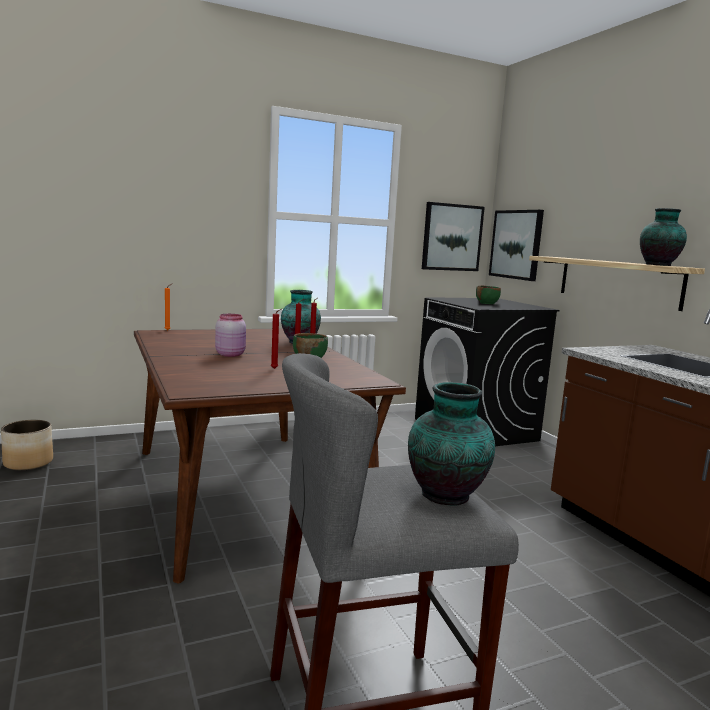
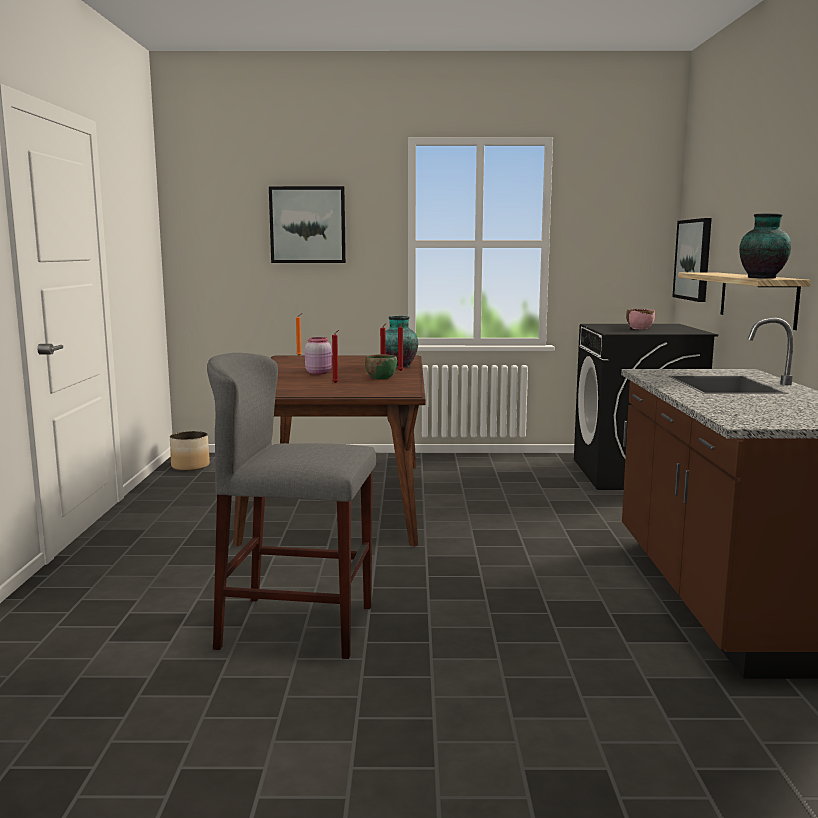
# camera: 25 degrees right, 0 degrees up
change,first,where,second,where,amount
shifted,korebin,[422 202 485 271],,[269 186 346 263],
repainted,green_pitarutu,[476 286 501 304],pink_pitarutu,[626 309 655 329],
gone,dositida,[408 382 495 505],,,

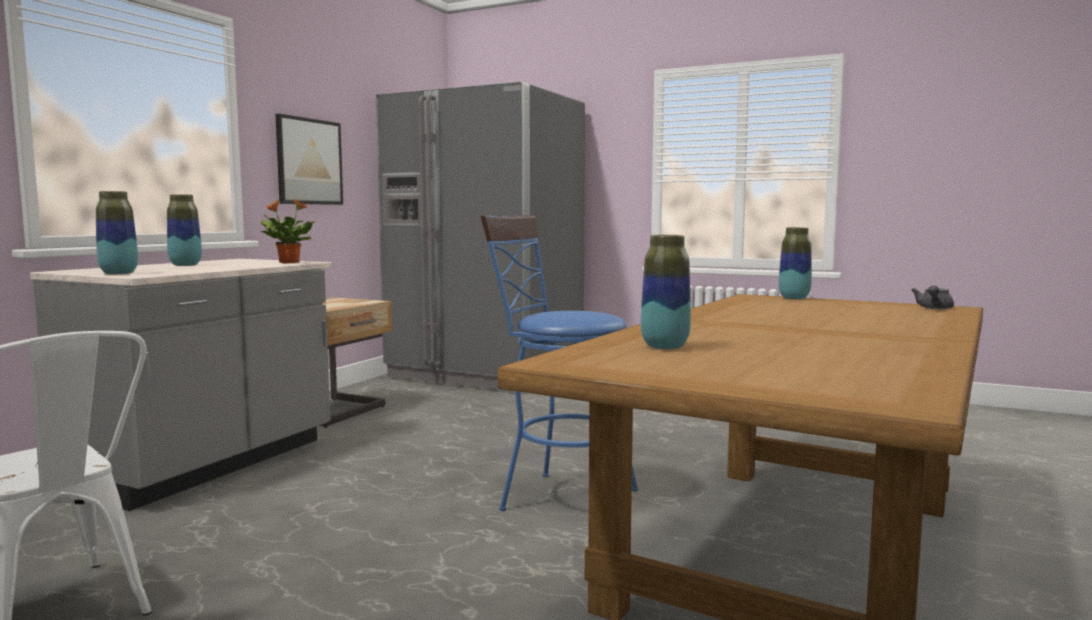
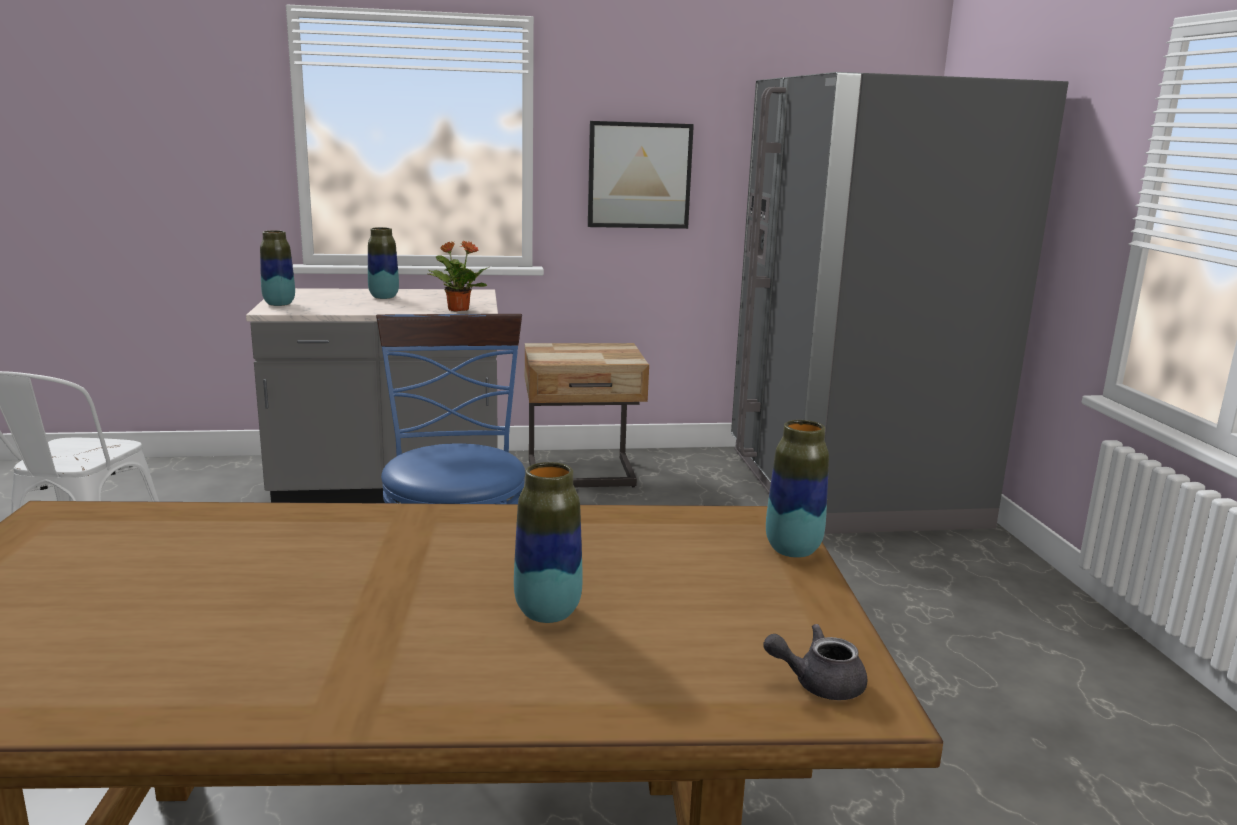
# camera: 55 degrees right, 10 degrees up
change,first,where,second,where,amount
shifted,dositida,[641 235 691 349],,[514 462 583 623],

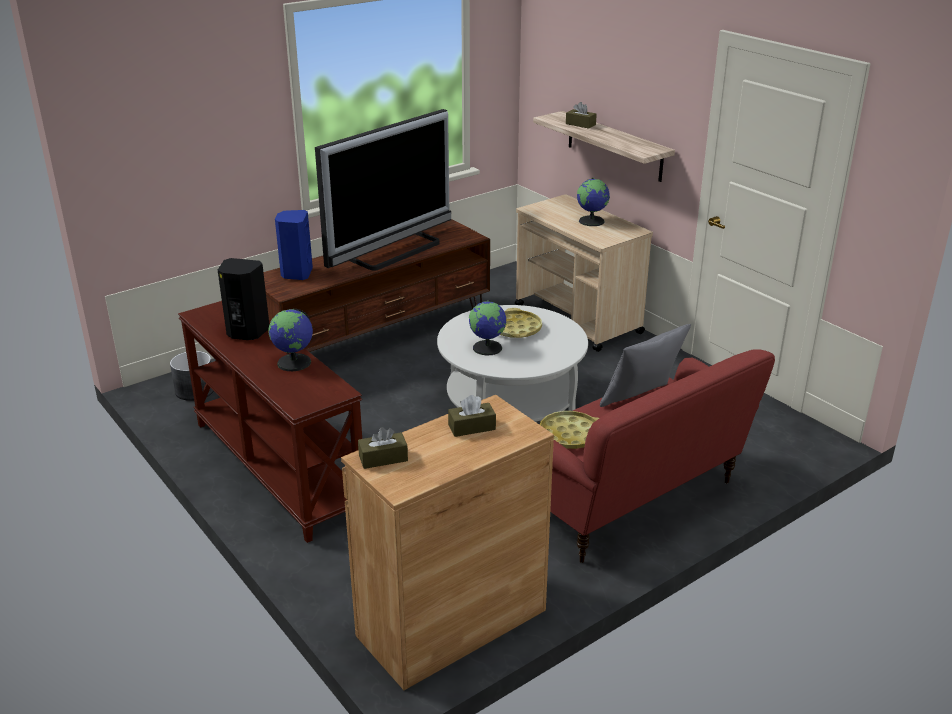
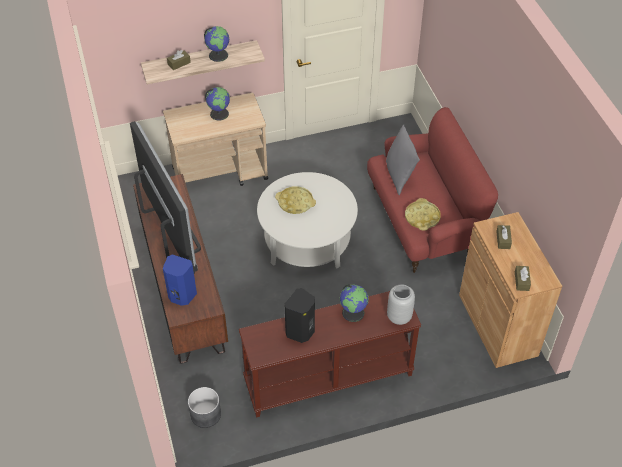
# camera: 70 degrees left, 20 degrees up
change,first,where,second,where,amount
shifted,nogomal,[469 300 506 355],,[204 26 229 62],
new,,,grey_dositida,[387 284 415 325],

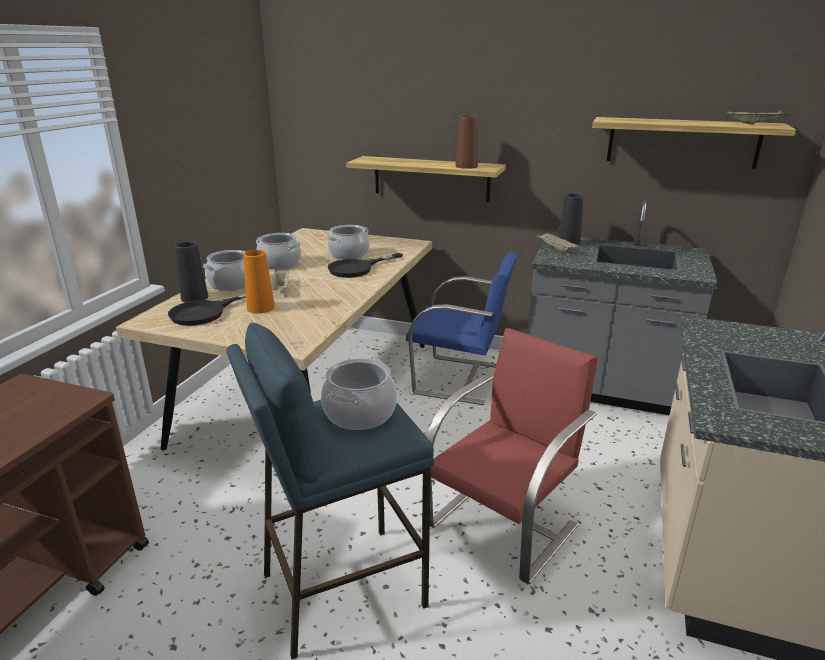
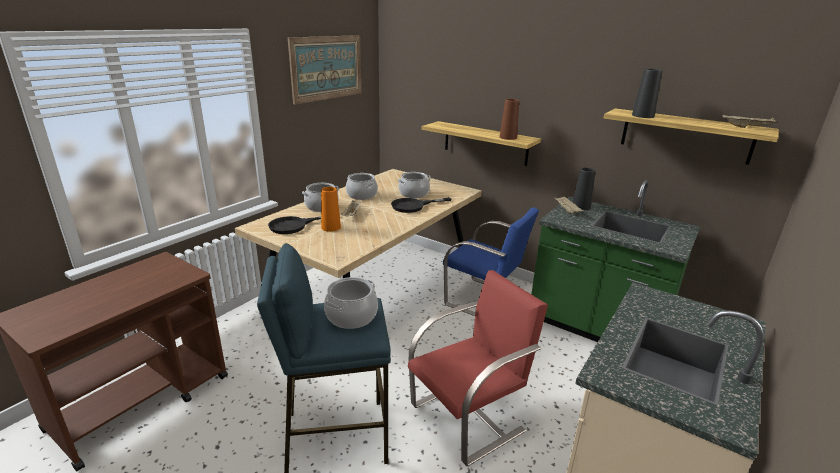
# camera: 15 degrees right, 0 degrees up
change,first,where,second,where,amount
new,,,korebin,[288 35 361 104],
repainted,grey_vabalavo,[528 200 718 415],green_vabalavo,[531 180 700 342],
shifted,black_dositida,[175 242 208 302],,[632 69 662 118],

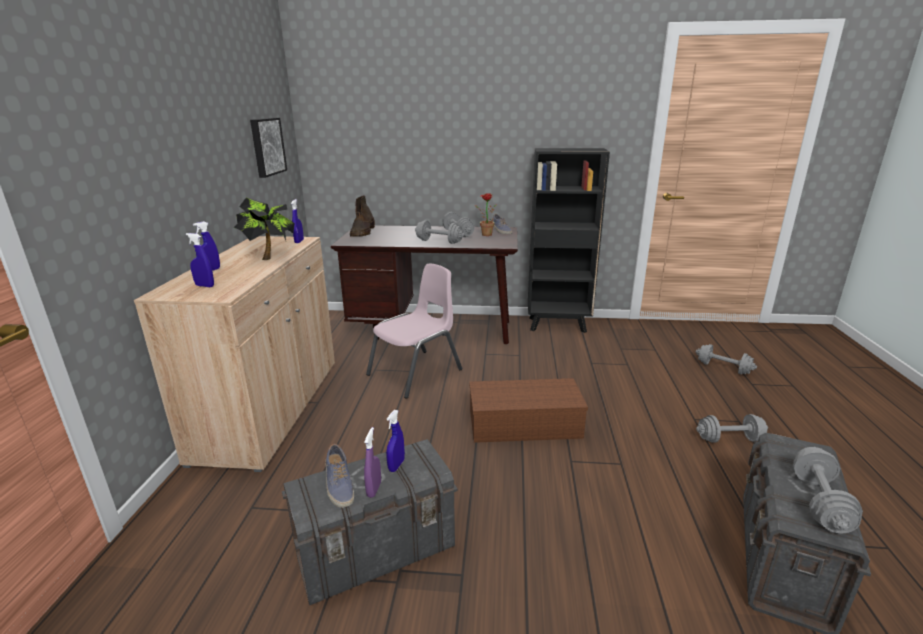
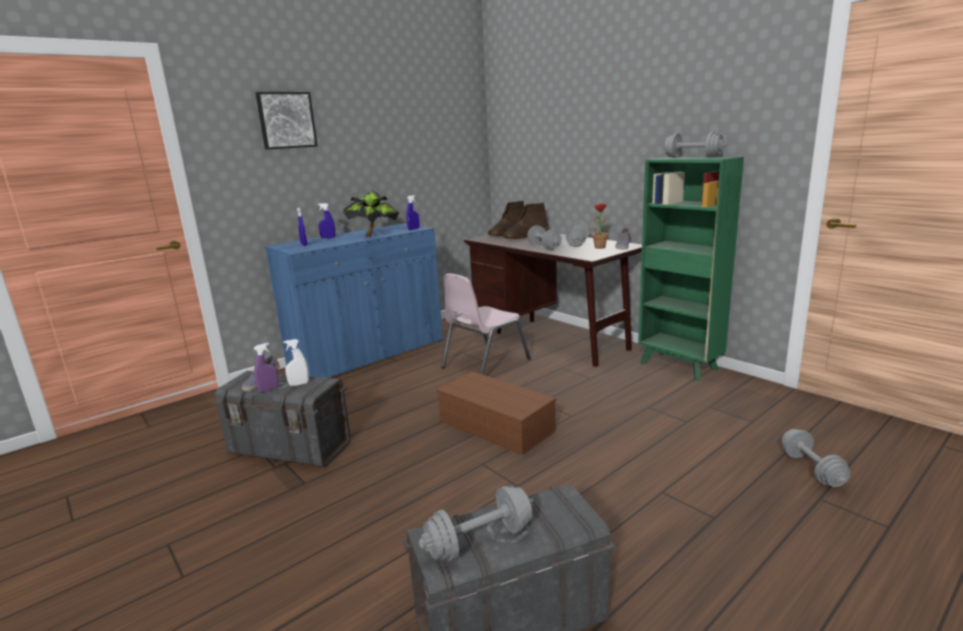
# camera: 45 degrees right, 5 degrees down
change,first,where,second,where,amount
shifted,korebin,[250 118 287 178],,[255 92 318 150],
repainted,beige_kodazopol,[134 236 335 472],blue_kodazopol,[265 223 443 378],
repainted,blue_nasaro,[386 410 405 472],white_nasaro,[283 339 309 386],
rotated,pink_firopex,[366 264 462 399],,[441 273 531 375],135 degrees clockwise
new,,,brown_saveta,[503 203 548 239],
repainted,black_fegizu,[528 148 610 333],green_fegizu,[638 157 744 381],
shifted,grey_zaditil,[696 414 768 443],,[663 132 727 158],

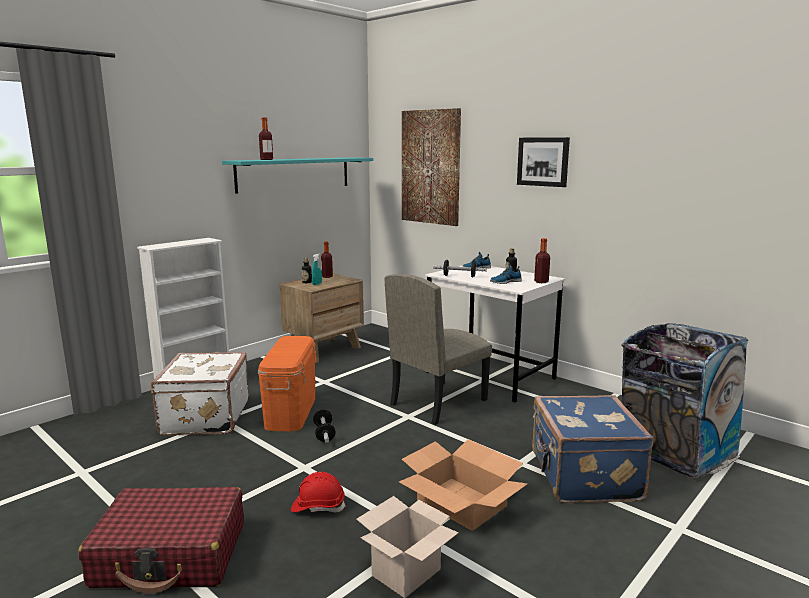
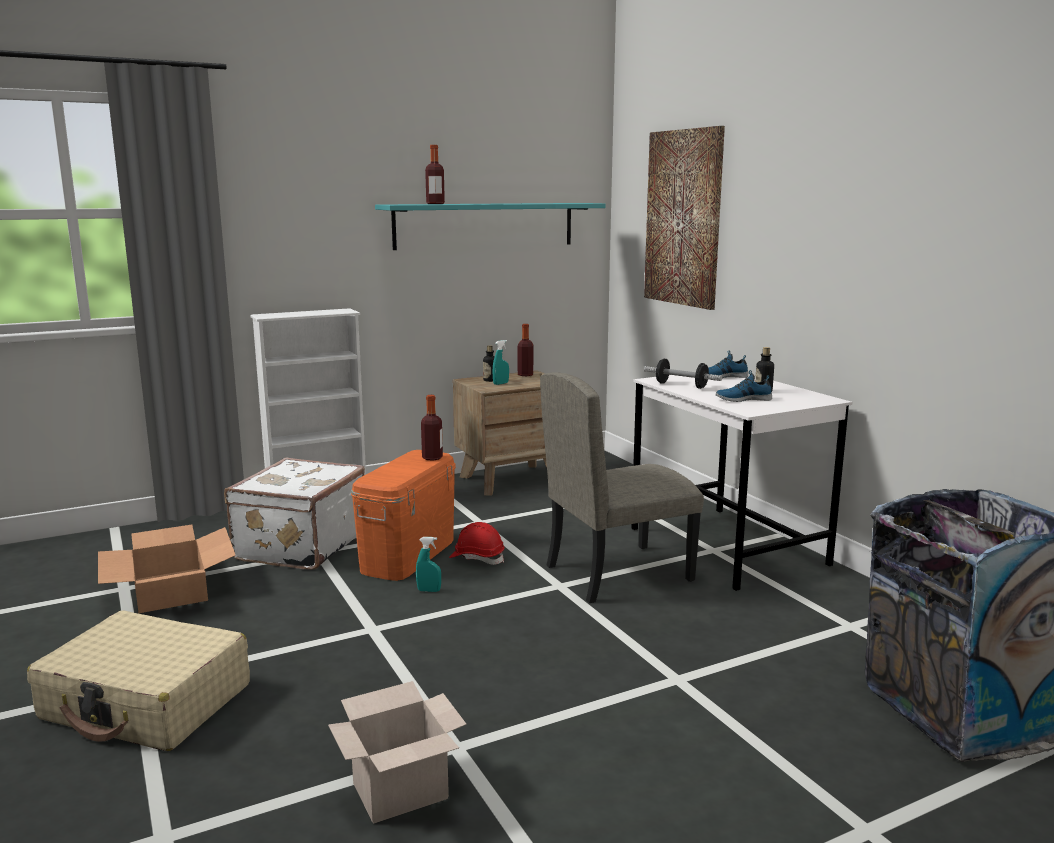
# camera: 20 degrees right, 0 degrees up
change,first,where,second,where,amount
repainted,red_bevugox,[78 487 244 594],beige_bevugox,[27 610 250 751],
shifted,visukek,[399 439 528 531],,[98 525 236 613],
swapped,zaditil,[313 409 336 443],turquoise_nasaro,[416 537 441 592],
shifted,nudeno,[534 238 550 283],,[421 395 443 461],
shifted,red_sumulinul,[291 472 346 512],,[449 522 504 565],
gone,korebin,[517 137 570 187],,,
gone,blue_bevugox,[532 395 654 503],,,

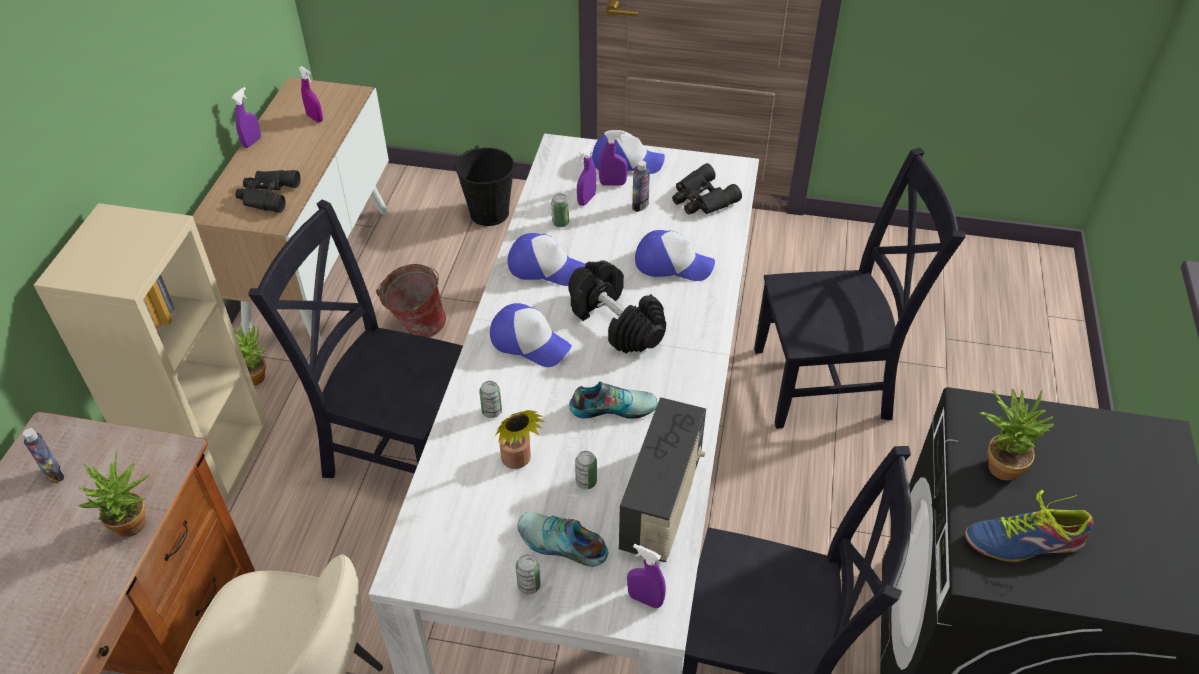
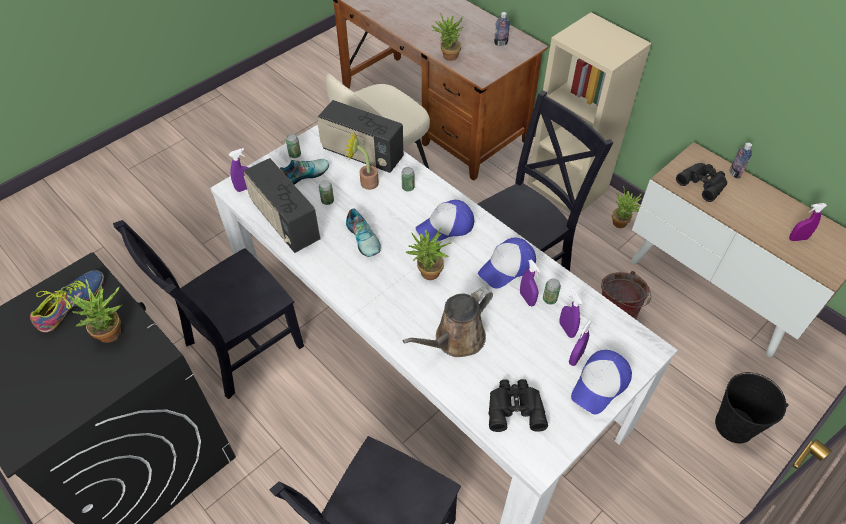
# camera: 125 degrees right, 5 degrees up
change,first,where,second,where,amount
new,,,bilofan,[317 100 404 173],
rotated,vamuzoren,[569 382 657 419],,[346 209 381 257],60 degrees counterclockwise
swapped,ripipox,[635 230 715 281],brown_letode,[403 287 493 357],
swapped,black_zaditil,[568 261 666 353],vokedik,[405 228 451 280],
shifted,purple_nasaro,[232 87 261 148],,[520 260 541 306],
shifted,nudeno,[632 160 650 212],,[729 142 752 179],

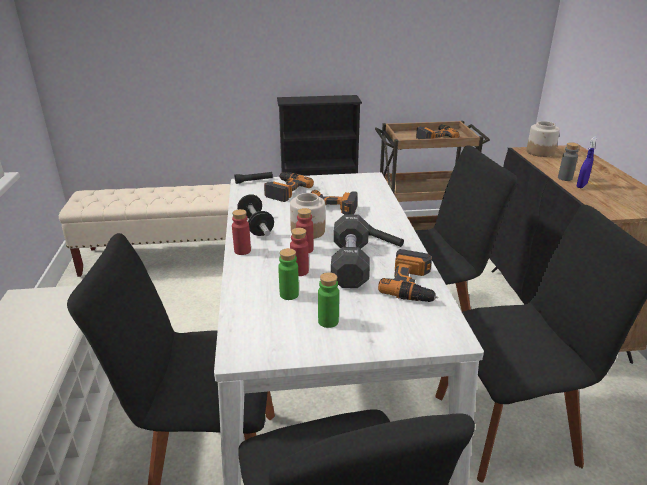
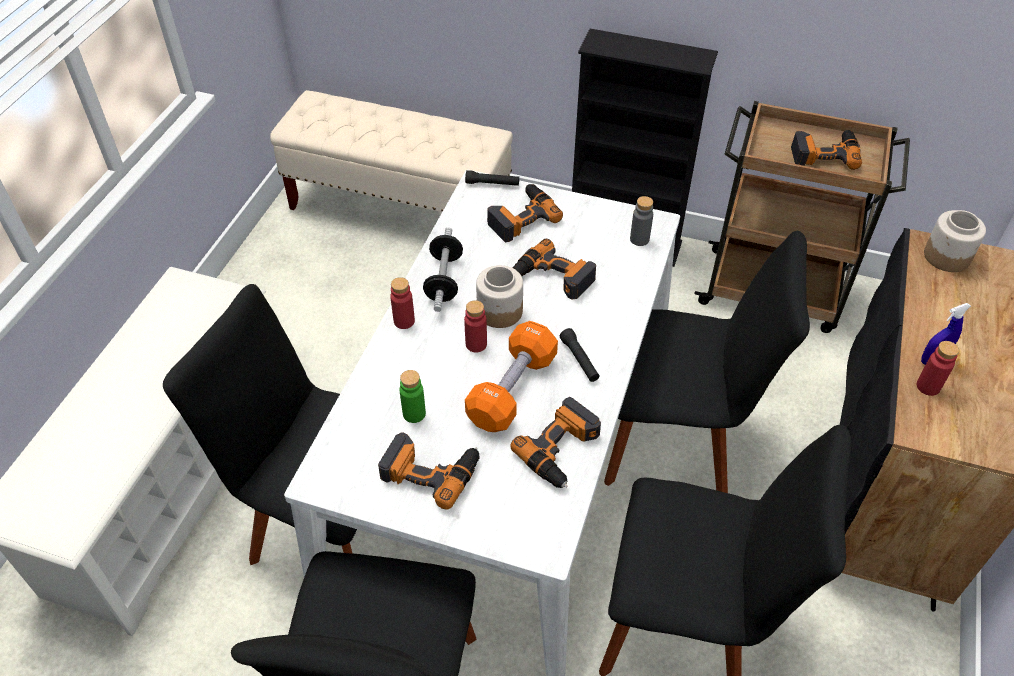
# camera: 25 degrees right, 20 degrees up
change,first,where,second,where,amount
swapped,green_nudeno,[318 272 339 328],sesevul,[378 432 480 510],
repainted,black_zaditil,[331 214 370 288],orange_zaditil,[465 321 558 432],
shifted,grey_nudeno,[558 142 579 181],,[630 196 653 246],
shifted,red_nudeno,[290 228 309 276],,[916 341 959 396],

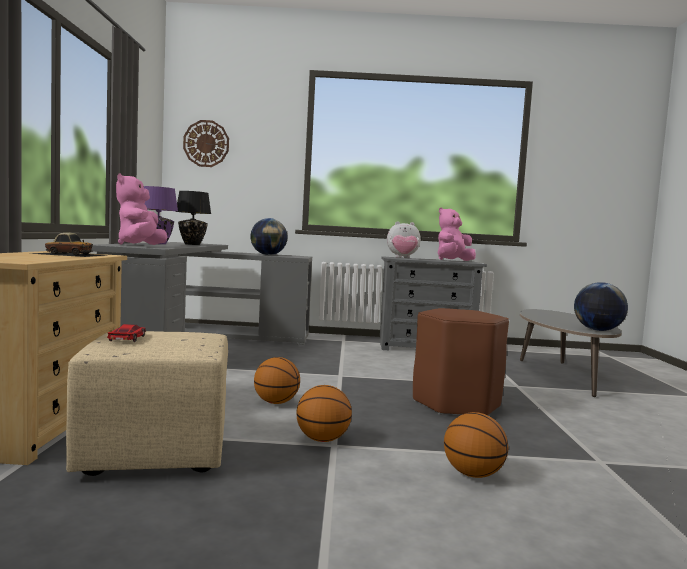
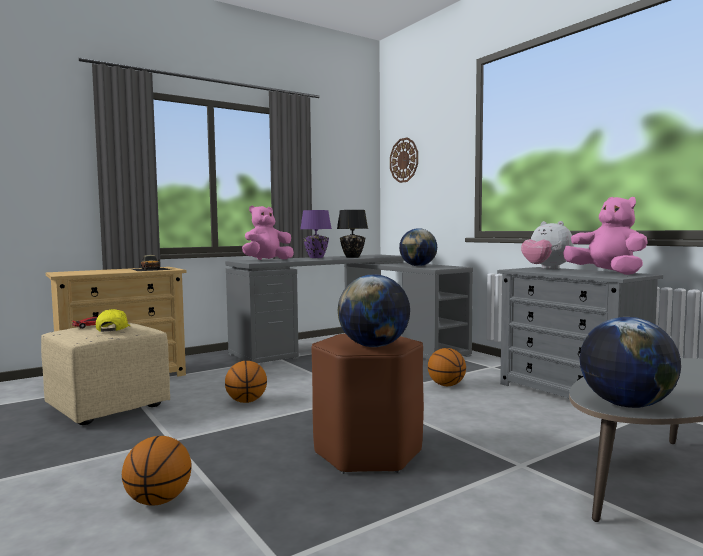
# camera: 55 degrees right, 0 degrees up
change,first,where,second,where,amount
new,,,yellow_ripipox,[96 309 130 332],
new,,,nogomal,[338 274 410 347],
shifted,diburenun,[297 385 352 442],,[428 348 466 386],
rotated,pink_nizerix,[438 207 476 261],,[563 197 648 275],45 degrees clockwise

